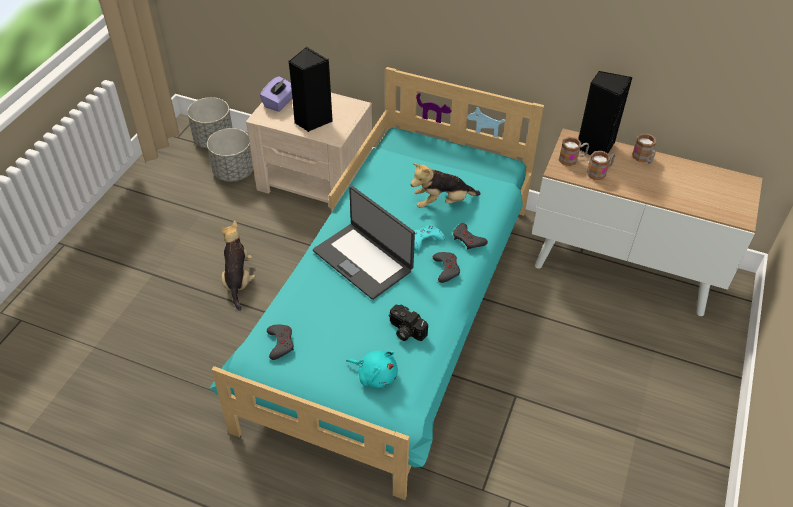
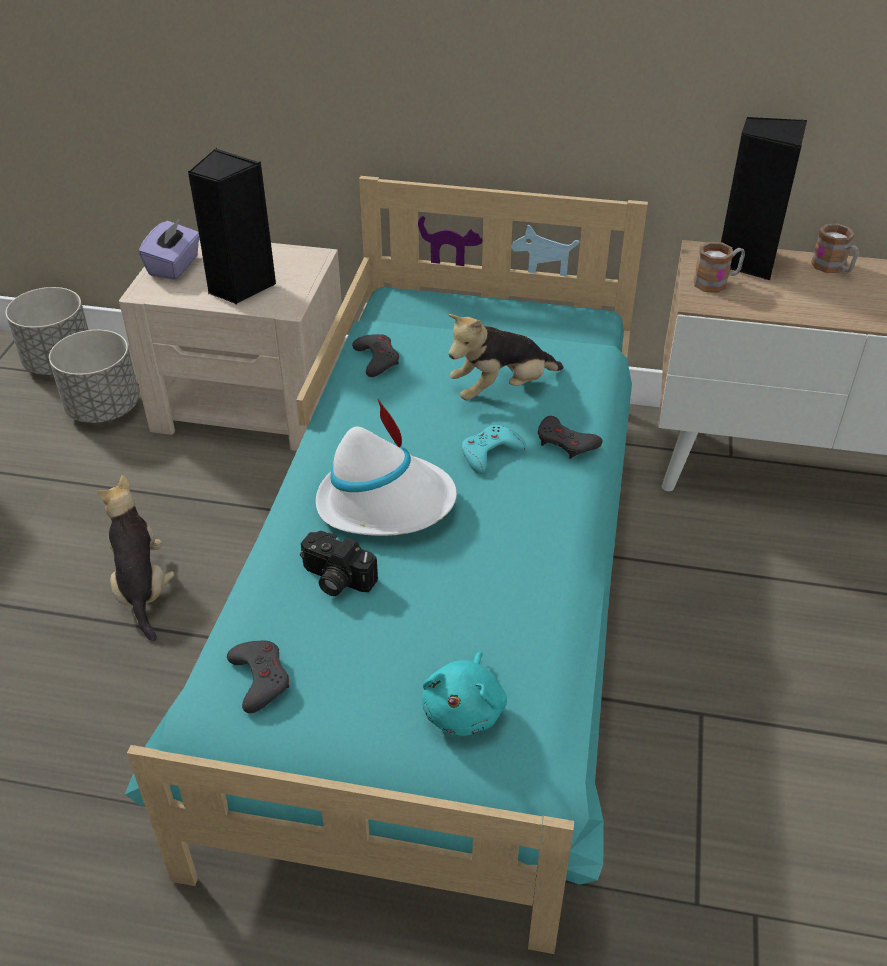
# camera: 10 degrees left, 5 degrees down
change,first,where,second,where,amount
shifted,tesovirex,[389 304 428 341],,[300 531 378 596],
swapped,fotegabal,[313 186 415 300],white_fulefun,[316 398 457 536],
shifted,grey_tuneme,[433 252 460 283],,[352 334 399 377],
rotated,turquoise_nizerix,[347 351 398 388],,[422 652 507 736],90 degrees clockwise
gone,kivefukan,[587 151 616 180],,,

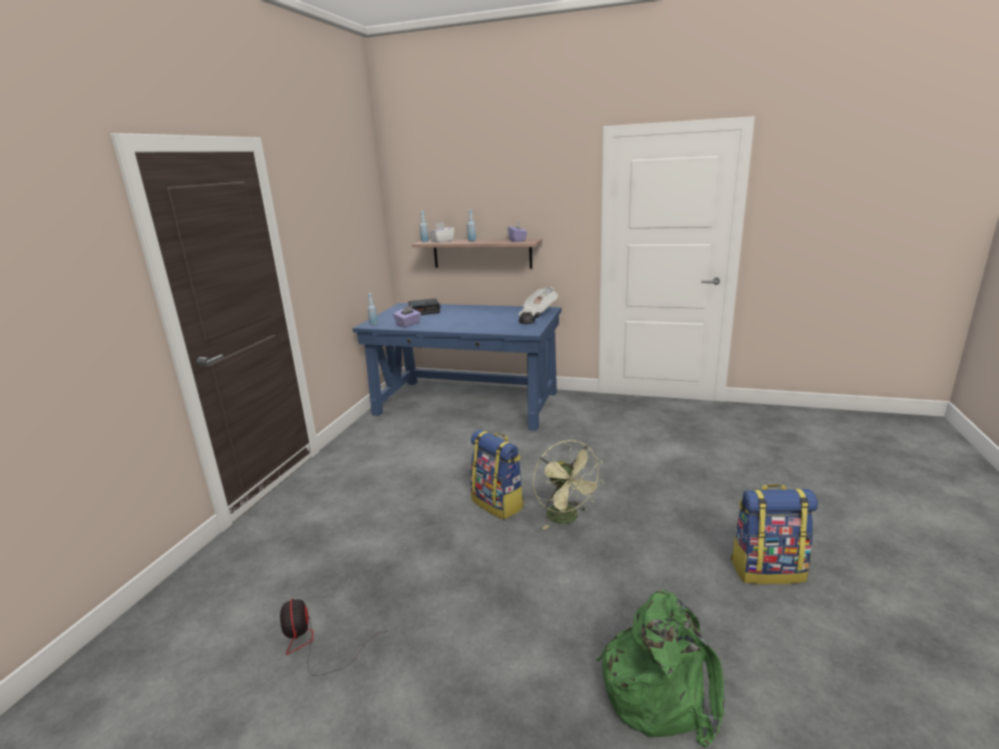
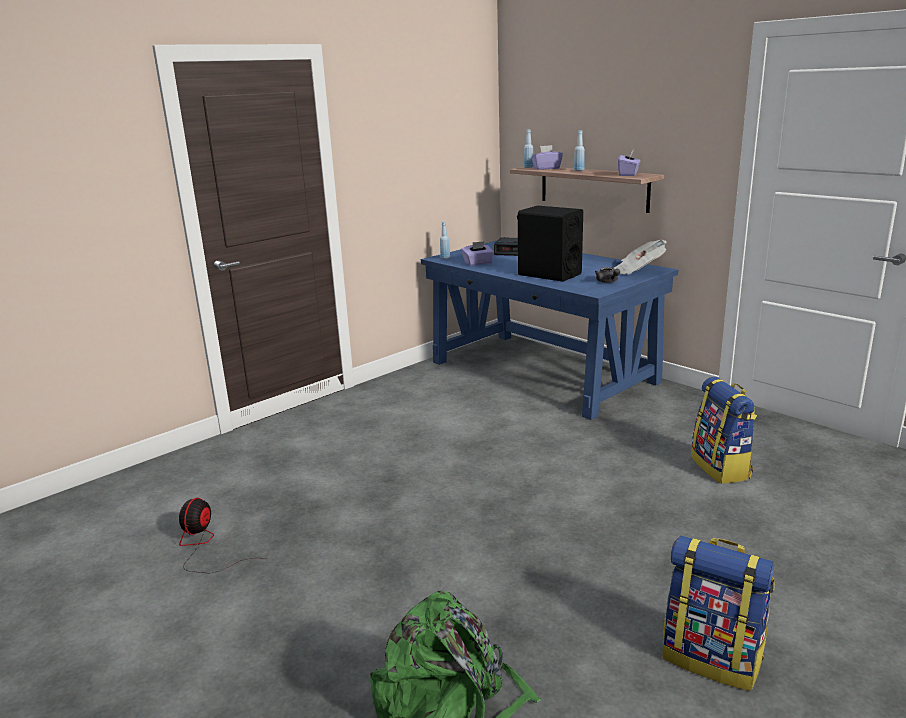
# camera: 30 degrees right, 0 degrees up
change,first,where,second,where,amount
new,,,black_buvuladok,[517 206 583 282],
repainted,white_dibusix,[429 222 455 243],purple_dibusix,[531 145 563 170],
shifted,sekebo,[470 429 524 520],,[691 377 757 484],
gone,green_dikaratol,[533 440 604 529],,,

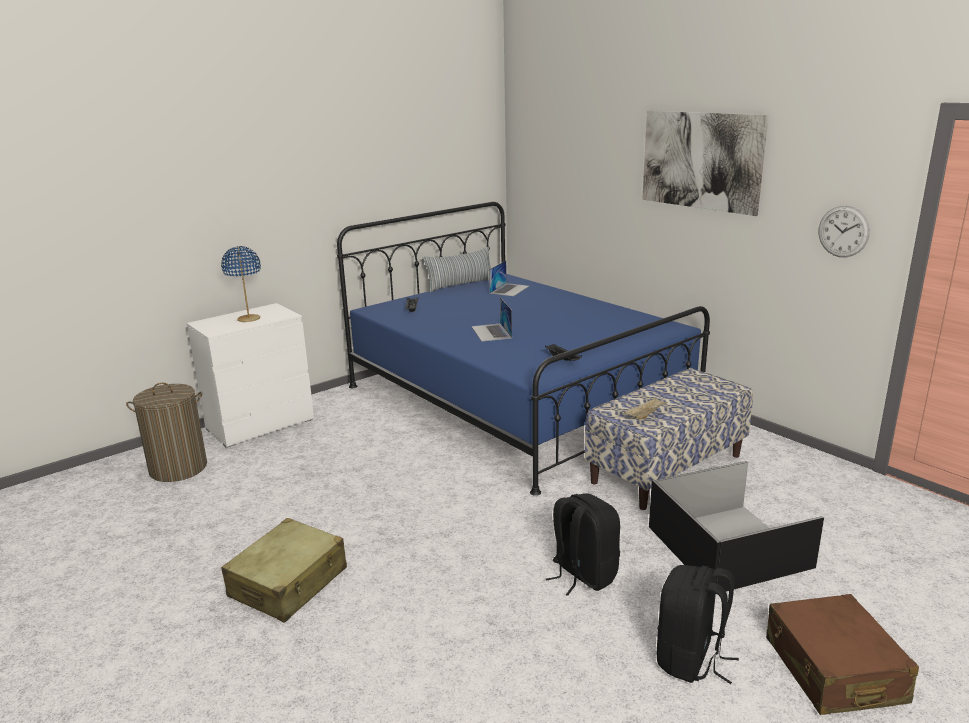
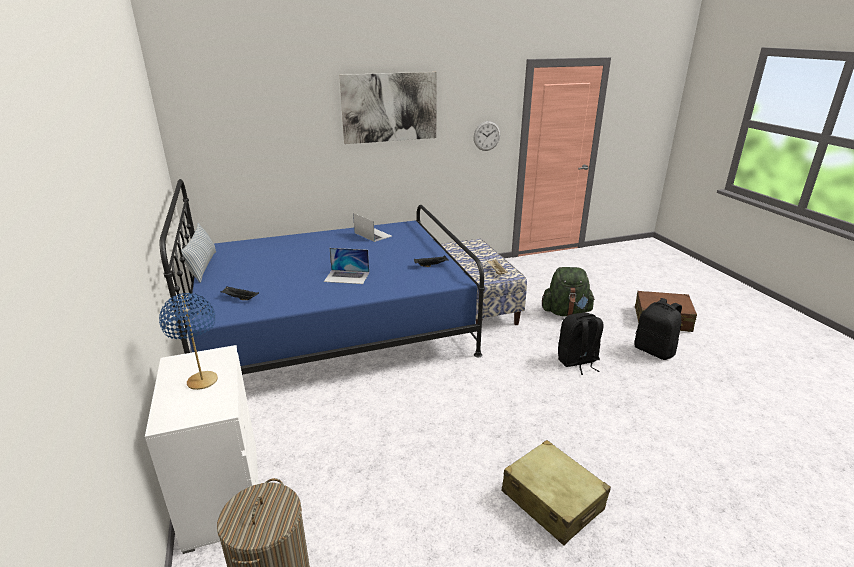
# camera: 70 degrees left, 5 degrees up
change,first,where,second,where,amount
shifted,fotegabal,[489 261 529 296],,[353 213 392 242],
swapped,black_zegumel,[649 461 824 594],green_sekebo,[542 267 595 316],

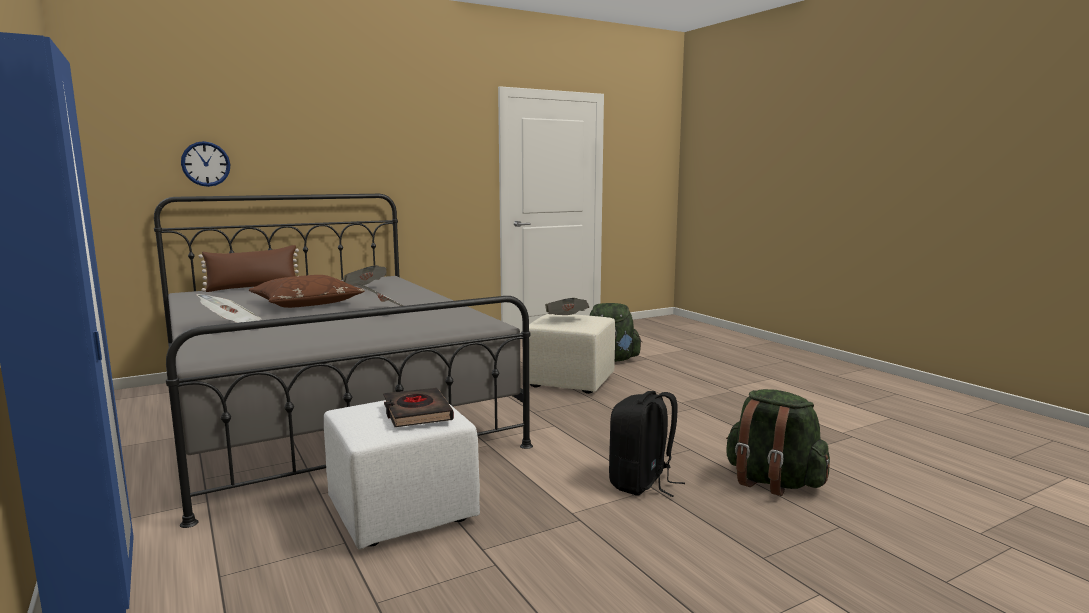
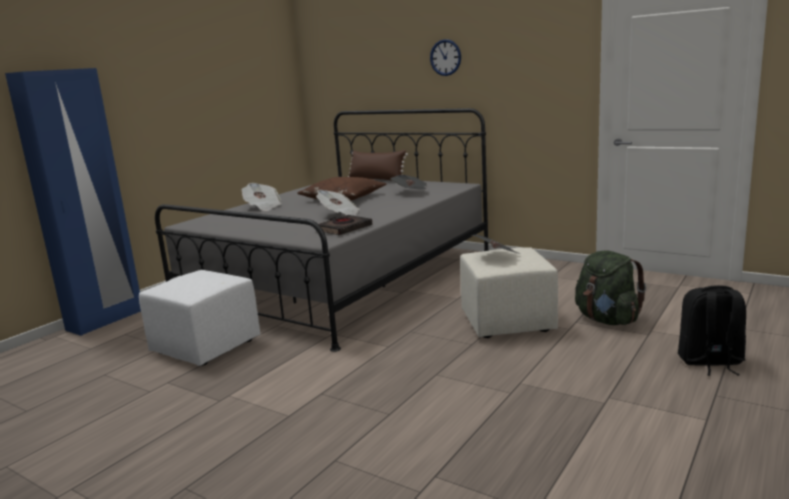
# camera: 65 degrees right, 5 degrees up
change,first,where,second,where,amount
shifted,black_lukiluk,[383 388 454 427],,[319 215 372 235],
shifted,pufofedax,[181 141 230 187],,[430 39 461 76],
shifted,black_sekebo,[609 391 685 497],,[678 285 746 376],
gone,green_sekebo,[726 389 830 496],,,

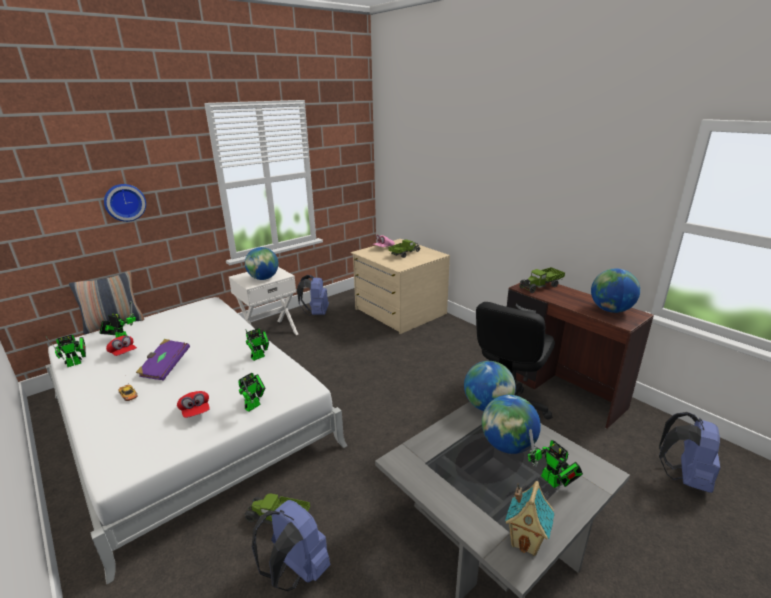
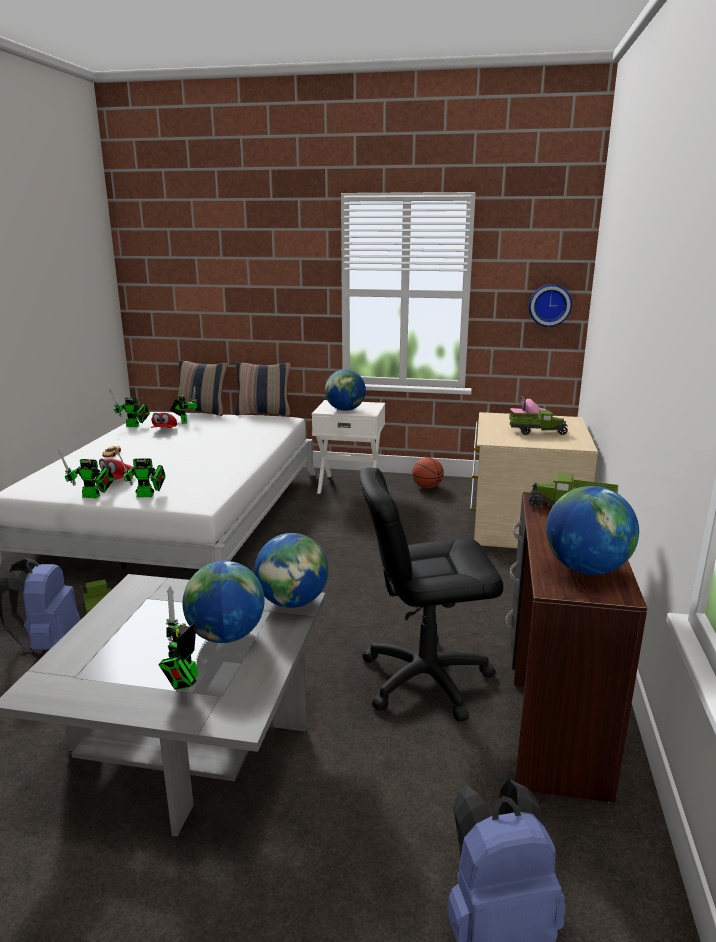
# camera: 50 degrees right, 5 degrees down
change,first,where,second,where,amount
shifted,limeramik,[246 328 269 361],,[58 450 115 498],
new,,,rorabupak,[235 362 291 416],
swapped,blue_sekebo,[297 275 329 316],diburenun,[412 457 444 489],
shifted,pufofedax,[104 184 146 222],,[529 284 572 327],
gone,purple_lukiluk,[136 339 190 381],,,
gone,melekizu,[505 481 555 556],,,

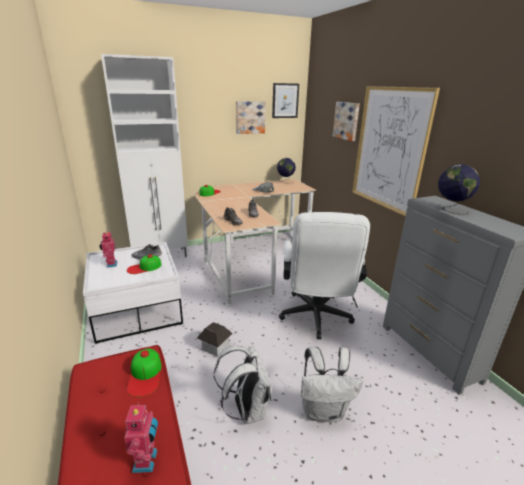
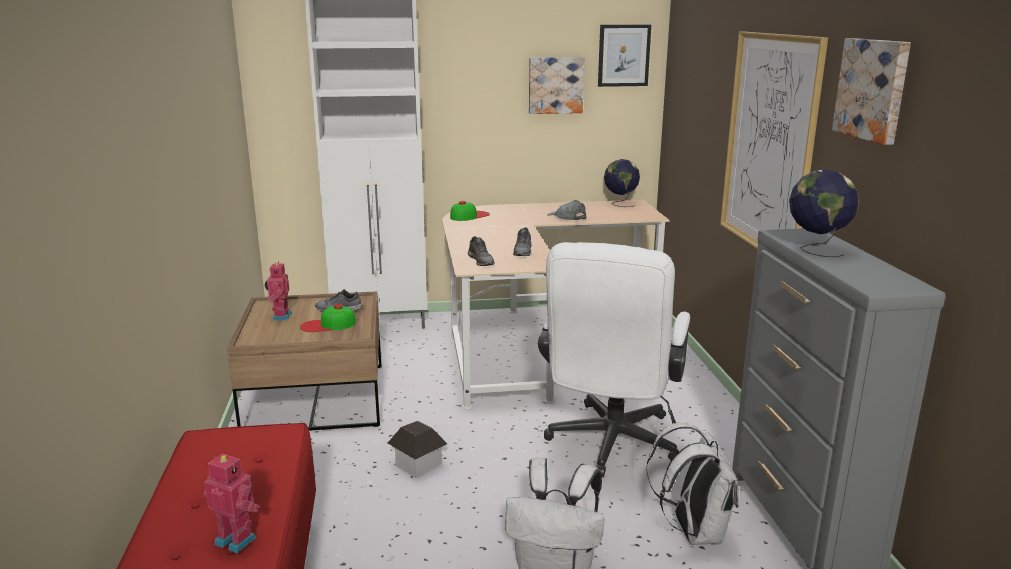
# camera: 15 degrees right, 5 degrees down
change,first,where,second,where,amount
rotated,limeramik,[124 402 158 473],,[204 453 260 553],75 degrees counterclockwise
repainted,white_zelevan,[83 242 183 344],brown_zelevan,[227 291 382 431],
shifted,white_sekebo,[214 345 272 424],,[646 423 739 545],
shifted,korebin,[333 102 360 141],,[832 38 911 145],
gone,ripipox,[127 349 161 397],,,

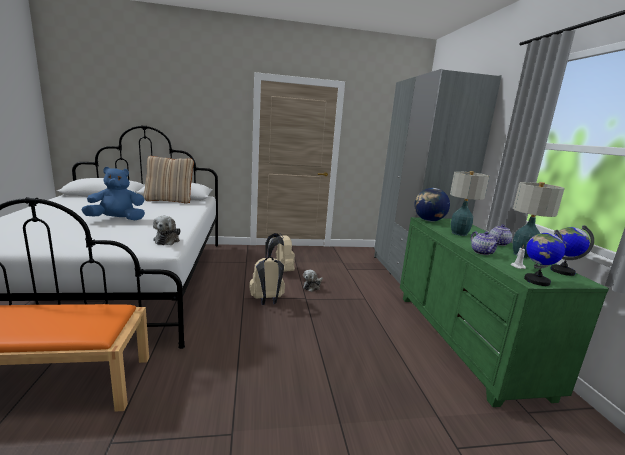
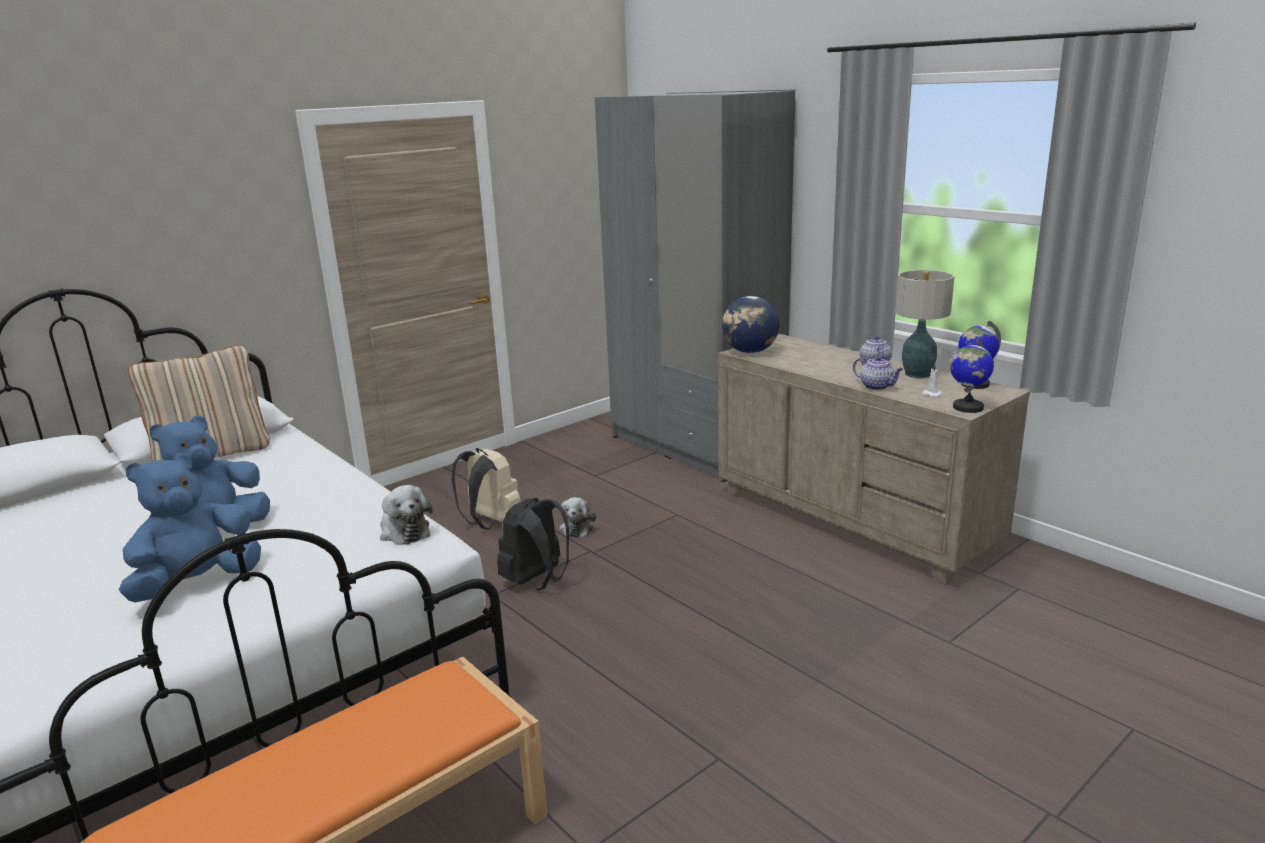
# camera: 30 degrees left, 5 degrees up
change,first,where,second,where,amount
new,,,blue_nizerix,[119 453 261 603],
repainted,beige_sekebo,[249 257 285 305],black_sekebo,[497 498 569 591],
repainted,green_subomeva,[400 217 609 407],beige_subomeva,[718 334 1030 584],
gone,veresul,[450 171 489 236],,,

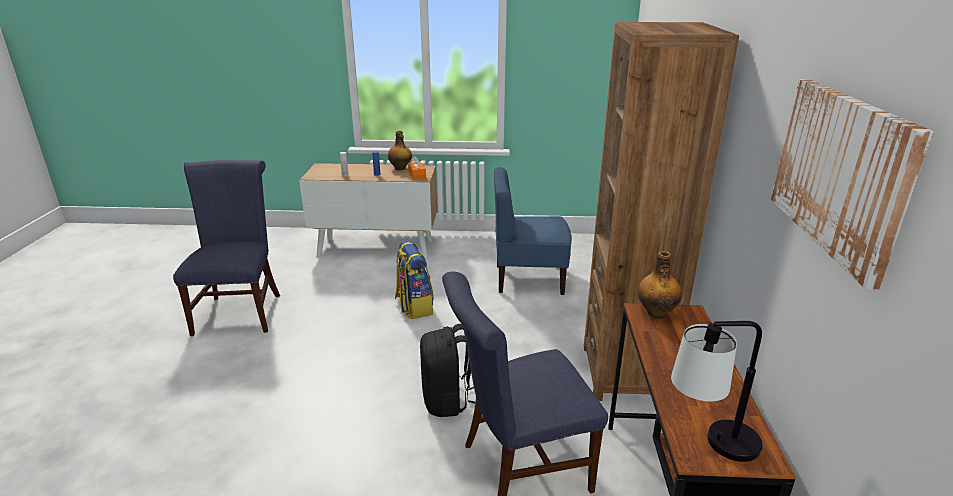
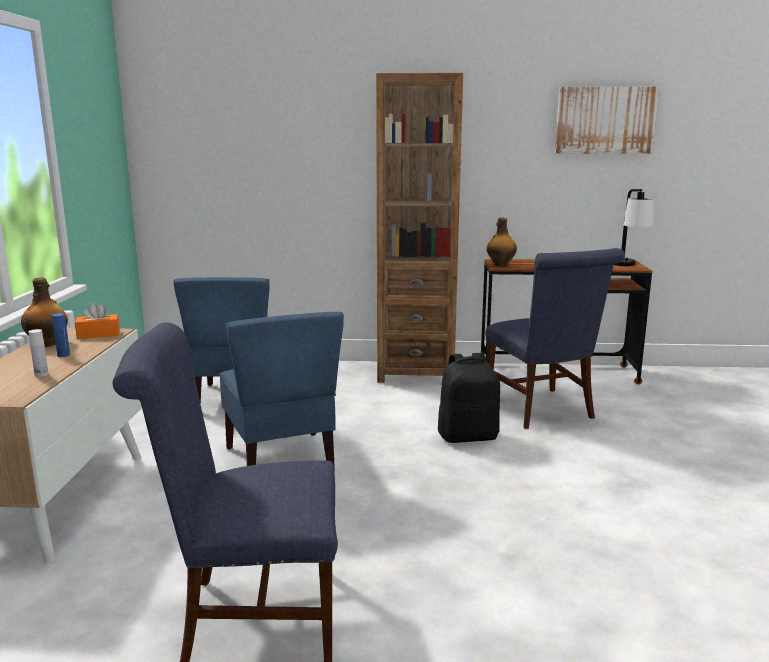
# camera: 90 degrees left, 10 degrees down
change,first,where,second,where,amount
swapped,sekebo,[395 240 434 319],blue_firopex,[219 312 344 471],

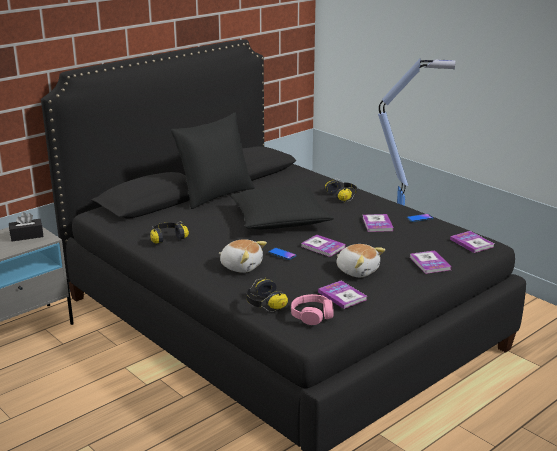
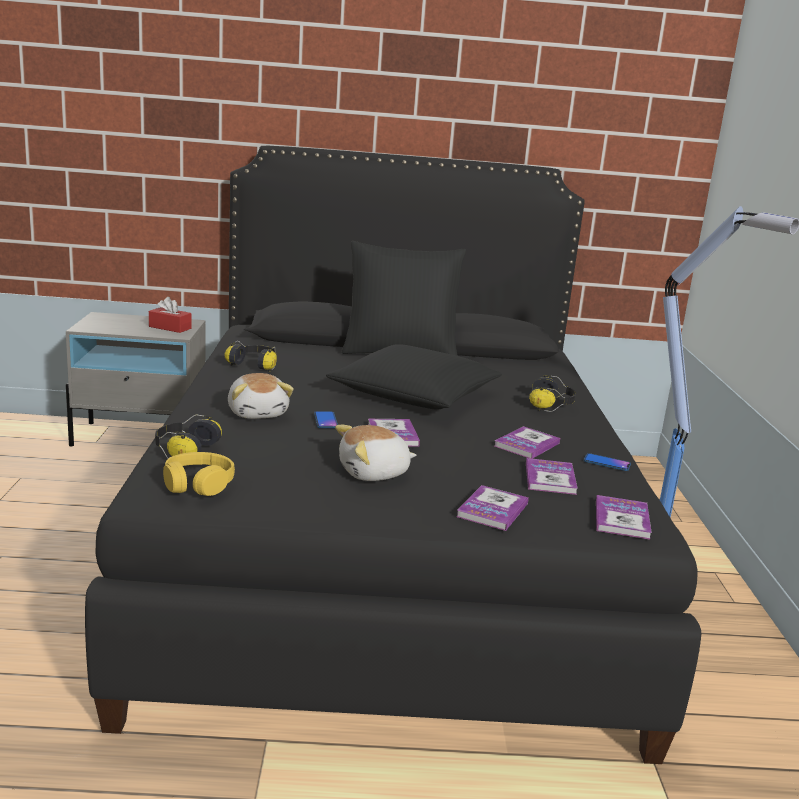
# camera: 40 degrees right, 5 degrees down
change,first,where,second,where,amount
repainted,black_dibusix,[9 212 44 241],red_dibusix,[149 297 192 333],
repainted,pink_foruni,[291 294 333 325],yellow_foruni,[163 452 235 496],
rotated,nizerix,[337 244 385 277],,[335 425 416 481],75 degrees clockwise
shifted,lukiluk,[318 281 367 309],,[526 458 578 495],

